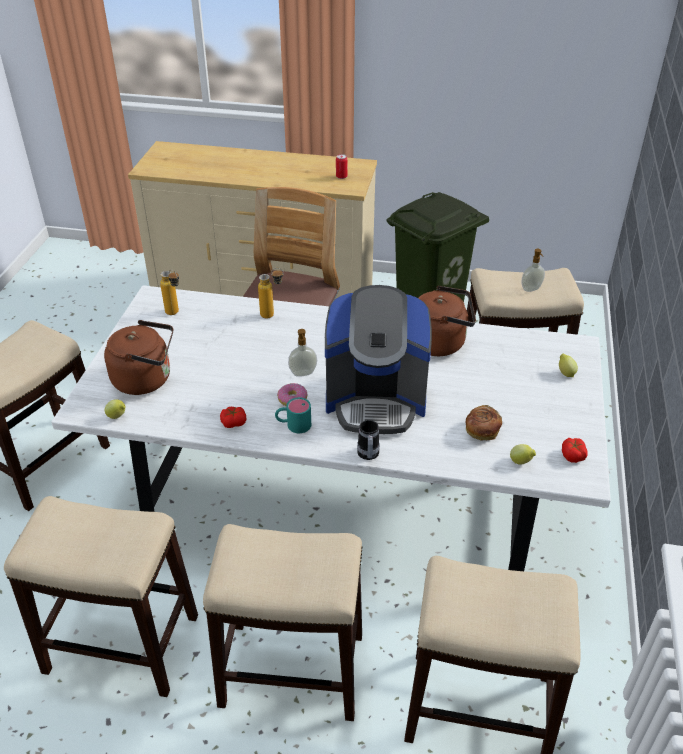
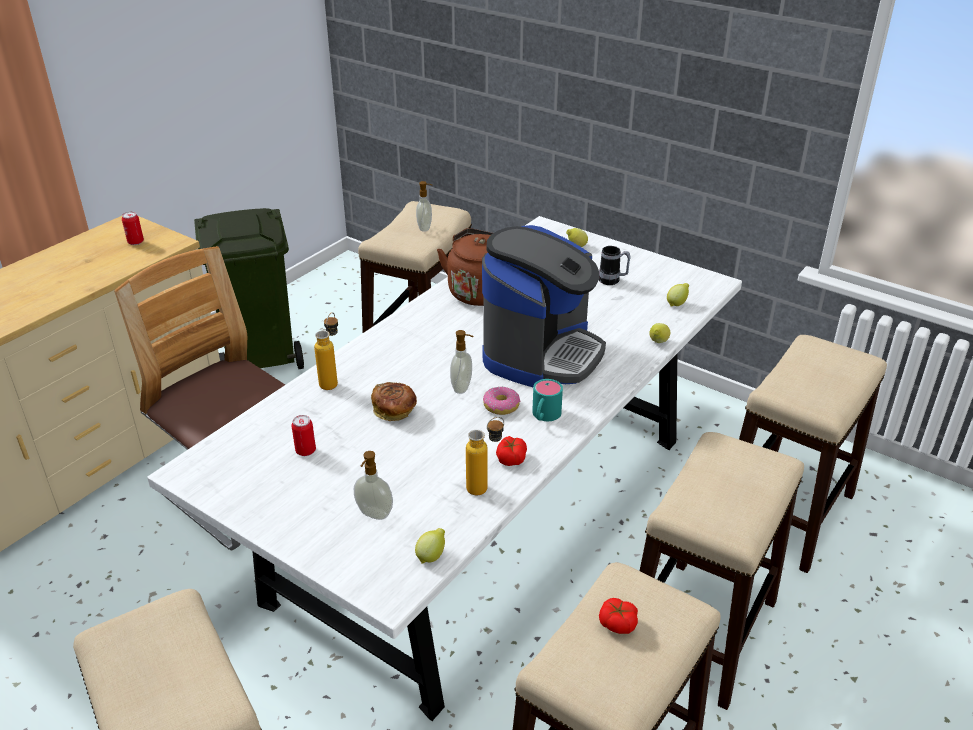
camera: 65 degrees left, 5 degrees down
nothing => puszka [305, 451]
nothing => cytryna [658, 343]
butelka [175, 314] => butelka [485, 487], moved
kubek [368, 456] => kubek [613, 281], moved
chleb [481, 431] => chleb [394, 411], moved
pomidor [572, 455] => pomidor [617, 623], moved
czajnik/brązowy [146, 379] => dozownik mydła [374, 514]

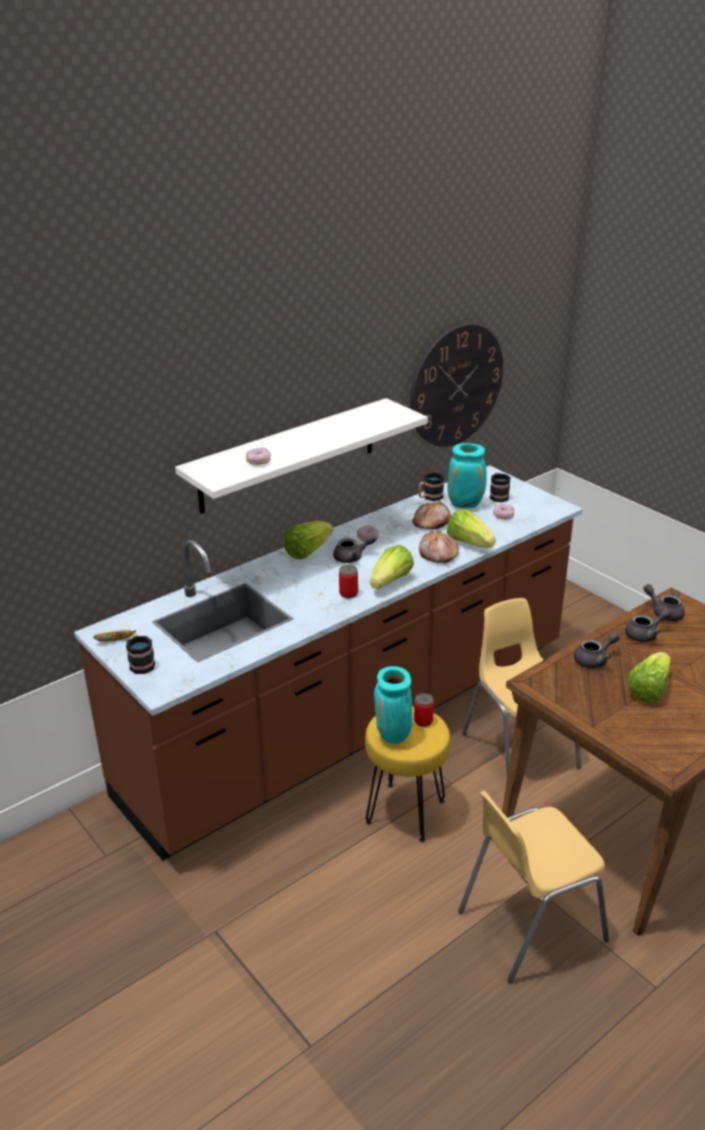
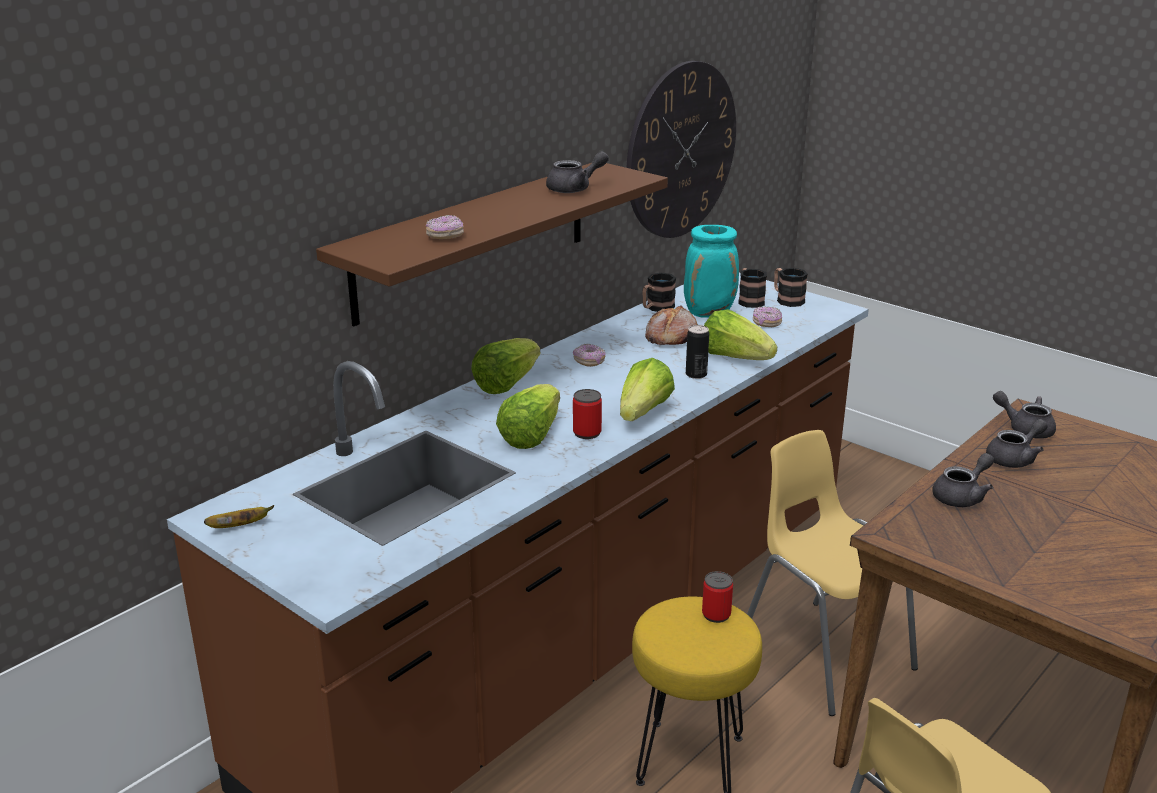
camera: 10 degrees left, 5 degrees down
wazon/turkusowy [394, 736] => nothing
kubek [141, 663] => kubek [786, 299], moved
imbryk/szary [352, 557] => imbryk/szary [575, 189], moved
sałata [648, 689] => sałata [531, 435], moved
chleb [437, 554] => puszka [696, 374]
półka/biały [288, 455] => półka/brązowy [473, 240]

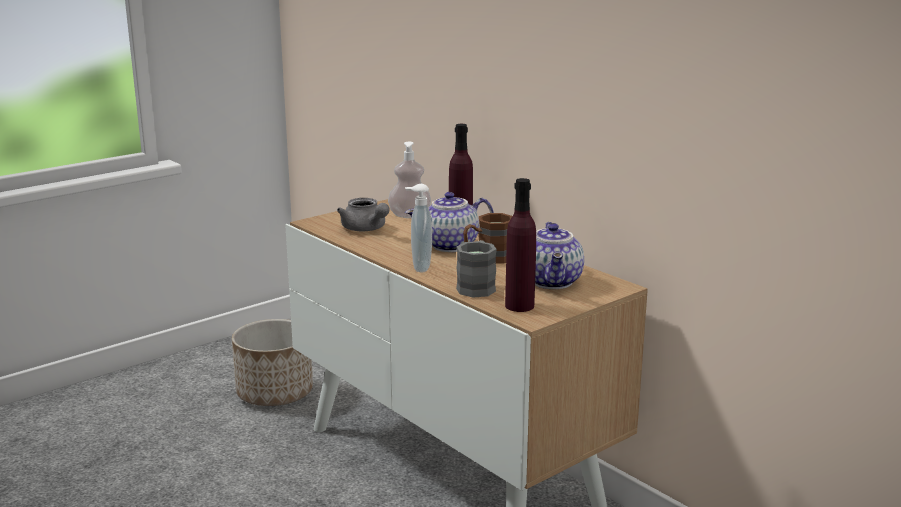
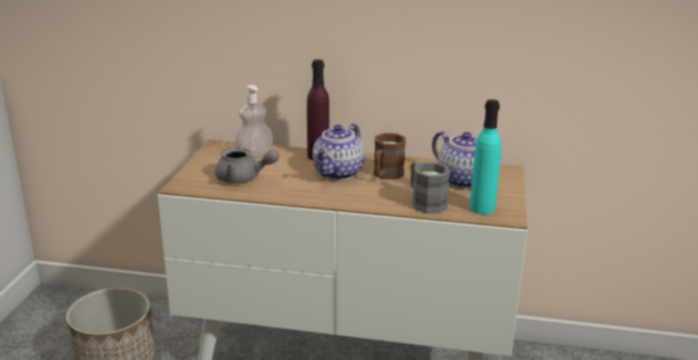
camera: 40 degrees left, 5 degrees up
dozownik mydła [419, 267] => nothing
butelka/fioletowy [519, 306] => butelka/turkusowy [482, 208]

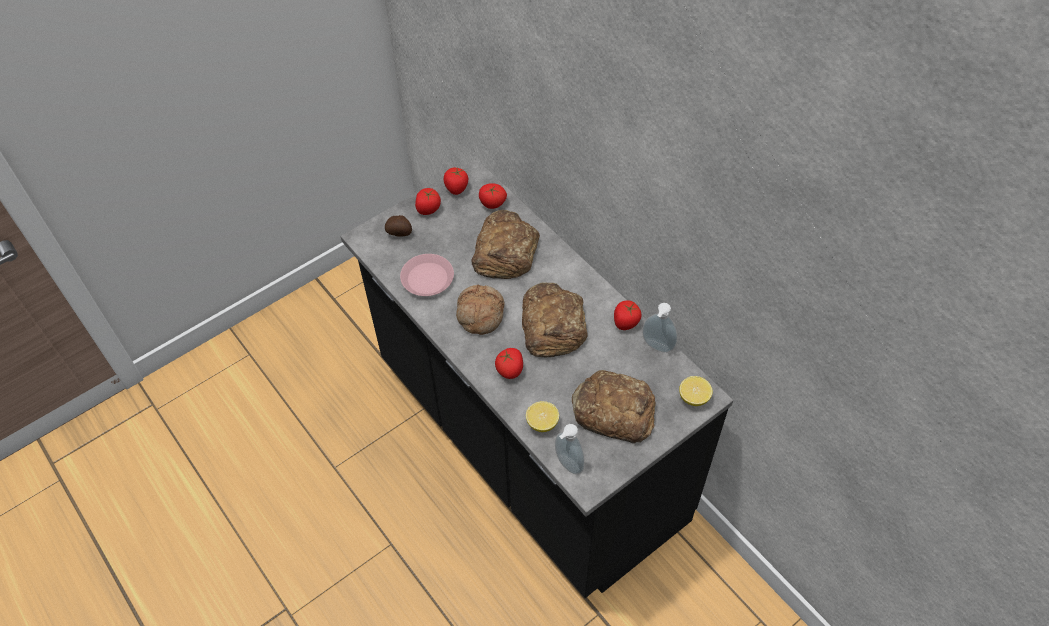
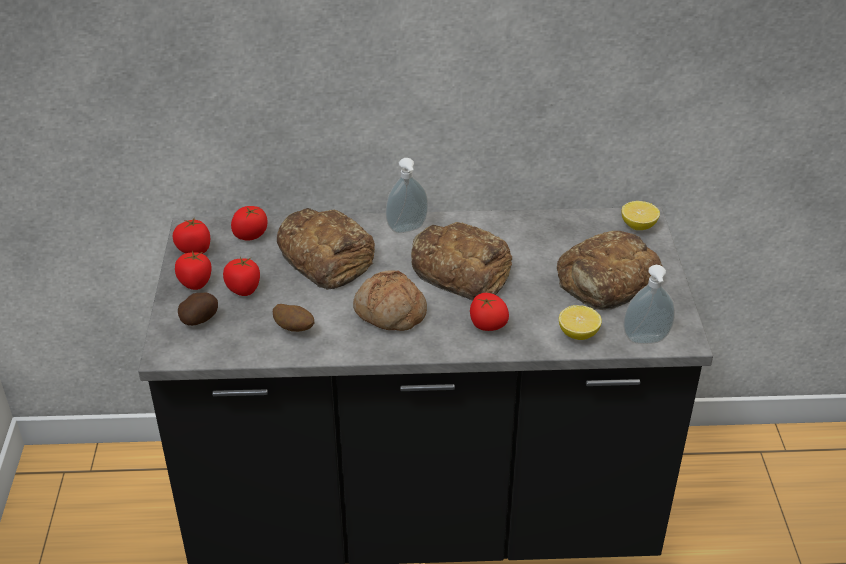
camera: 55 degrees left, 15 degrees down
pomidor [625, 322] => pomidor [243, 289], moved
dozownik mydła [656, 347] => dozownik mydła [408, 230], moved
talerz/różowy [427, 279] => ziemniak [294, 329]

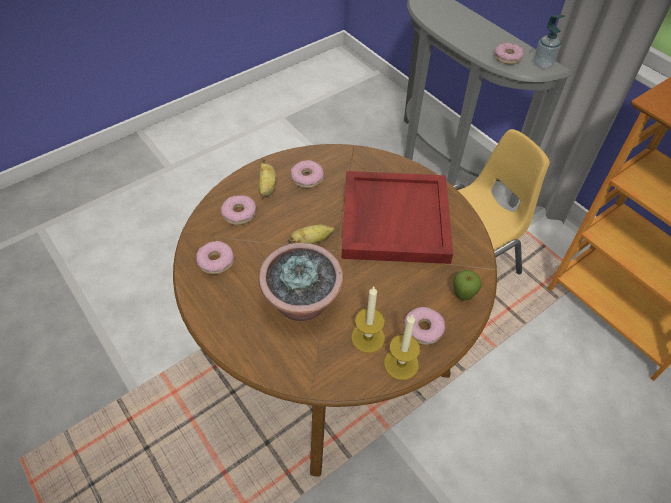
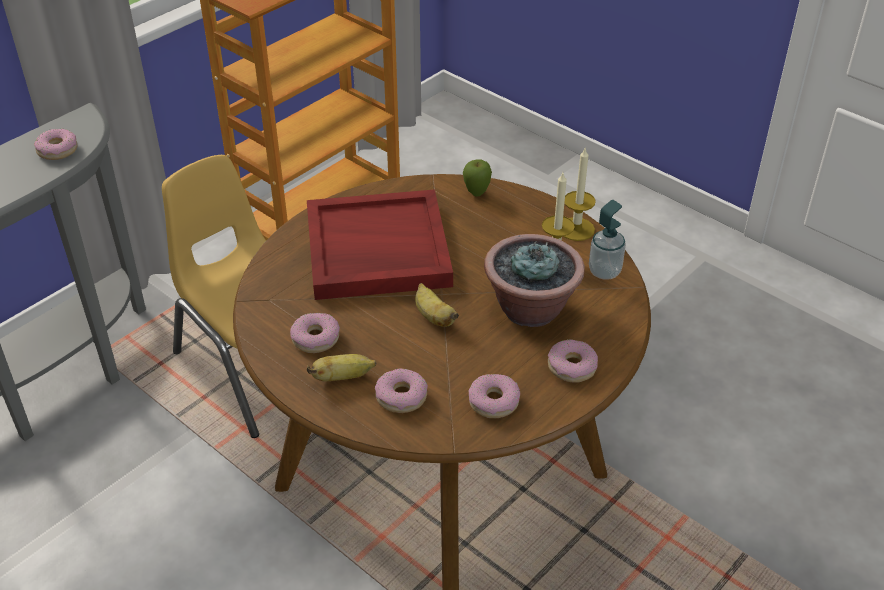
camera: 100 degrees left, 10 degrees down
donut [423, 329] => donut [571, 367], moved
dozownik mydła [542, 64] => dozownik mydła [604, 271], moved

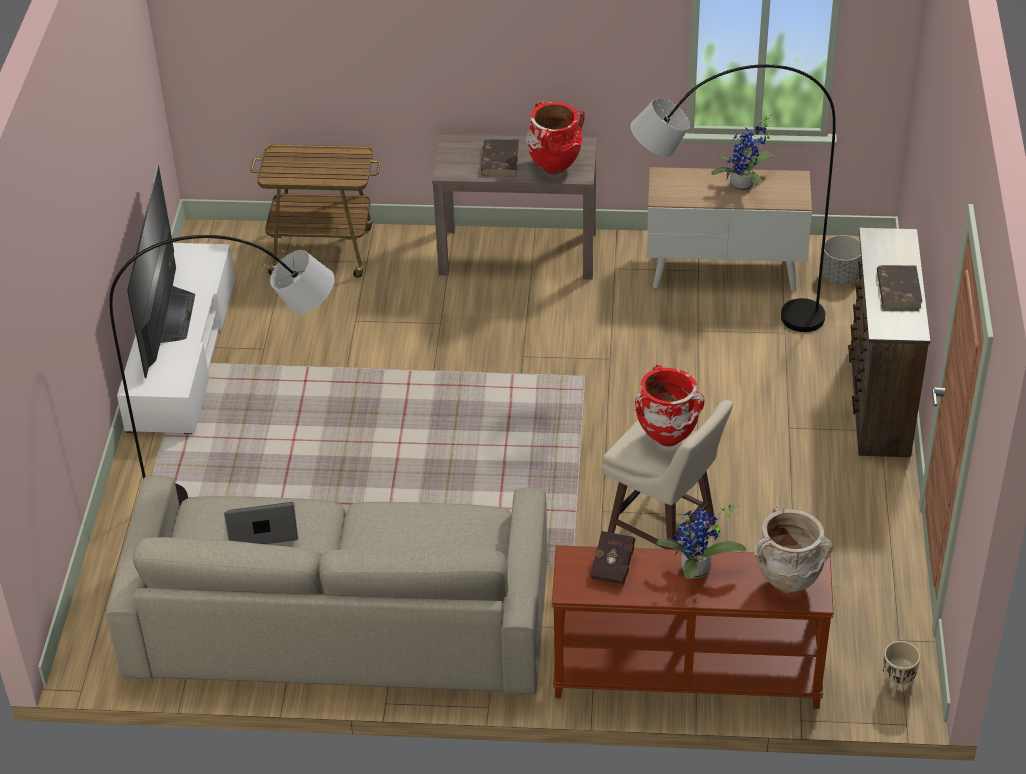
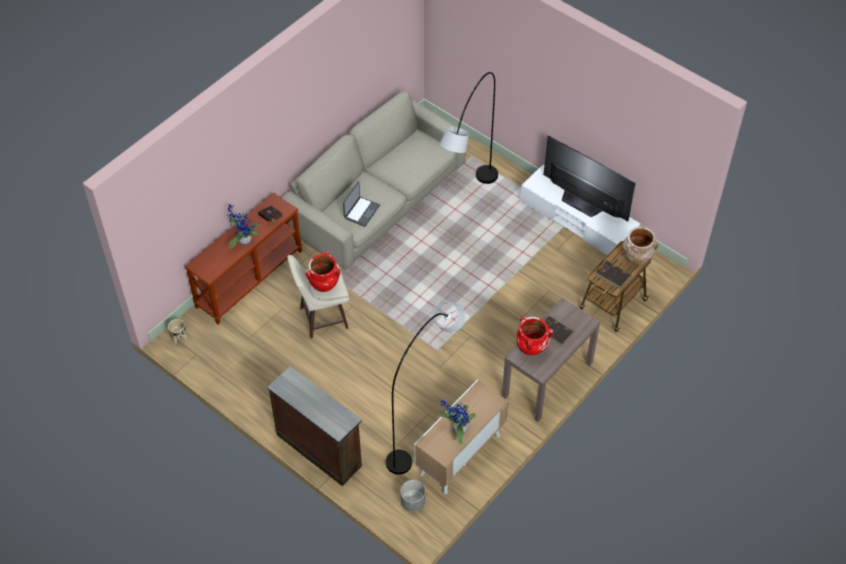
camera: 125 degrees right, 10 degrees up
laptop [262, 529] => laptop [361, 211], moved
wazon/beżowy [786, 584] => wazon/beżowy [636, 259], moved
książka/brązowy [898, 289] => książka/brązowy [613, 276], moved

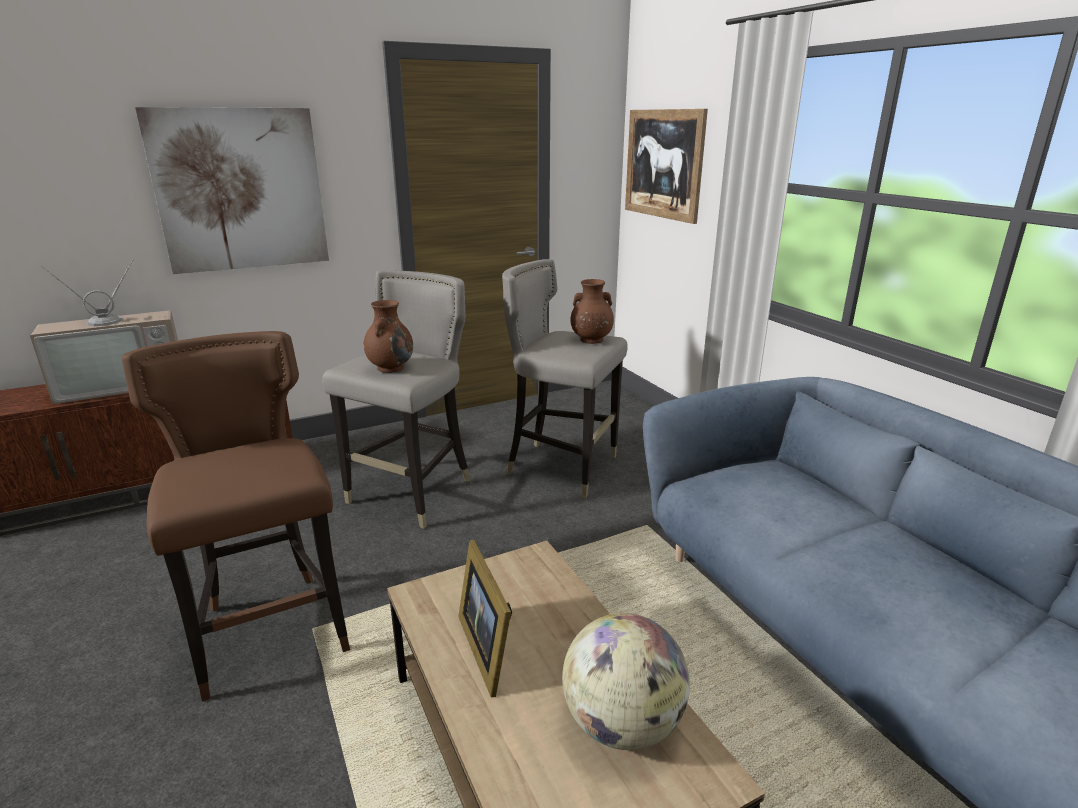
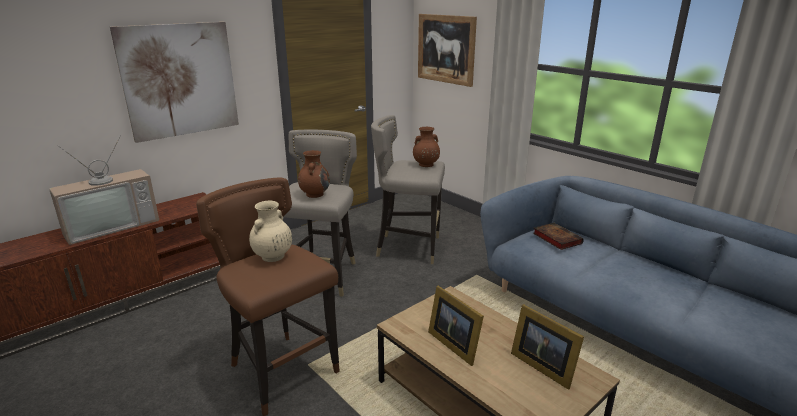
camera: 15 degrees left, 0 degrees up
nothing => wazon/beżowy [272, 257]
nothing => książka [555, 238]
globus [622, 724] => ramka na zdjęcie [542, 365]

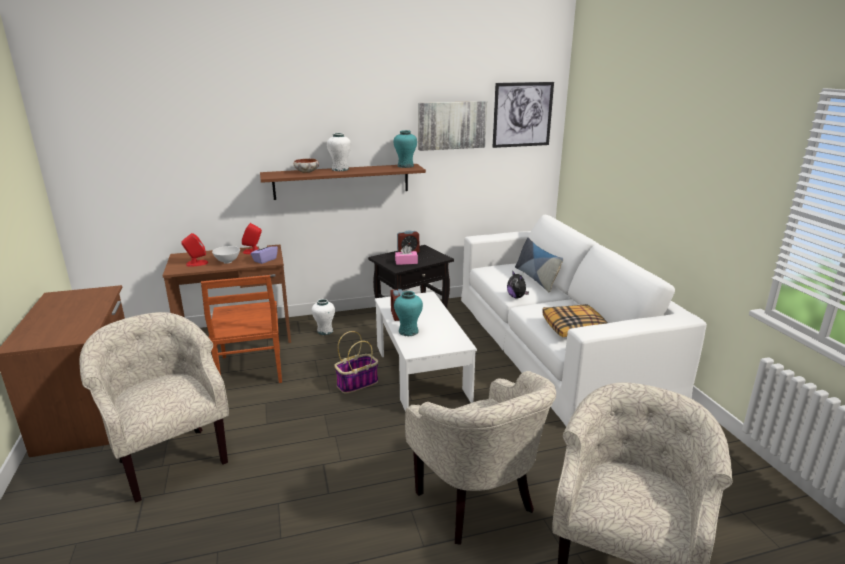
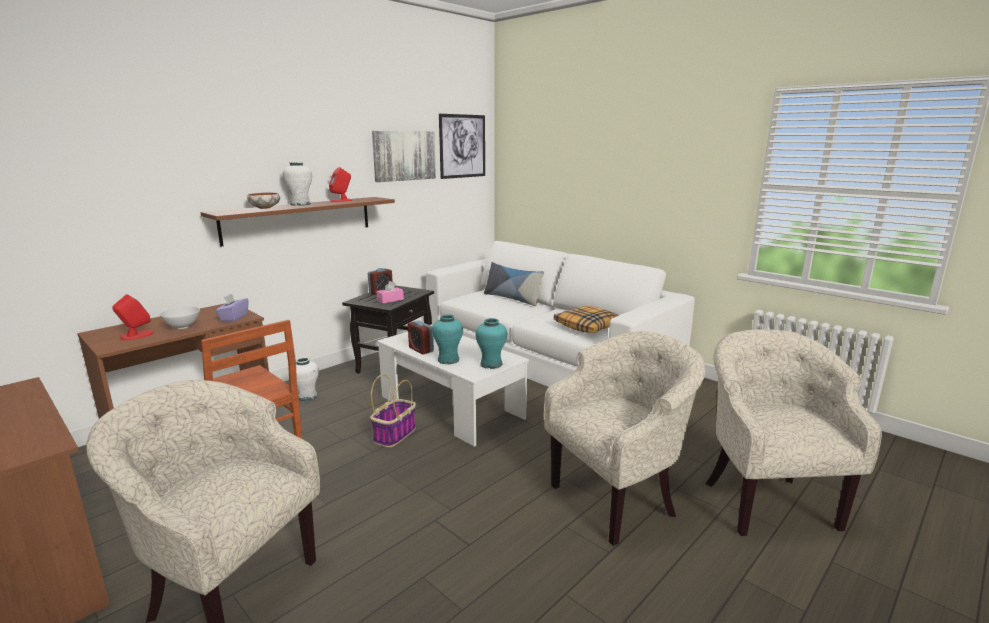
camera: 30 degrees left, 5 degrees down
pluszak [517, 297] => nothing
głośnik/czerwony [253, 251] => głośnik/czerwony [341, 200], moved
wazon/turkusowy [405, 166] => wazon/turkusowy [491, 364], moved
fotel/beżowy [478, 505] => fotel/beżowy [618, 499], 60 degrees counterclockwise

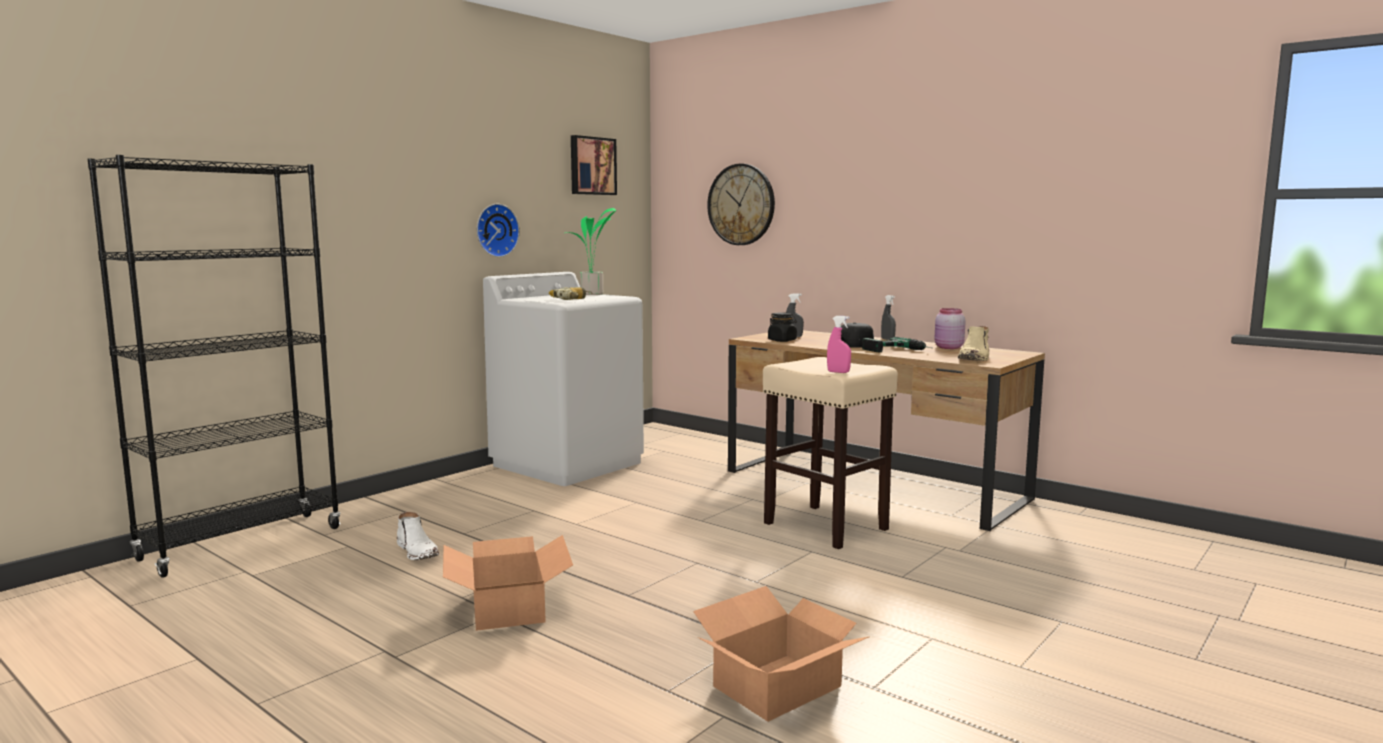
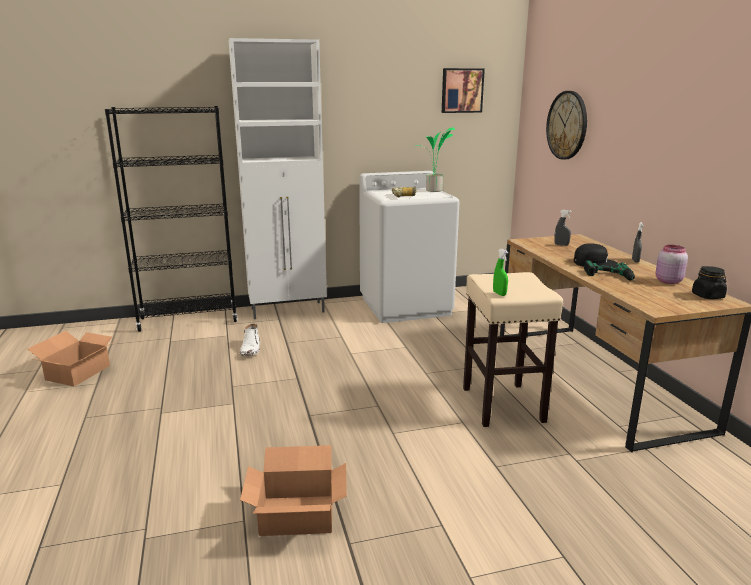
camera: 35 degrees right, 10 degrees up
zegar ścienny [495, 230] => nothing
but z cholewką/beżowy [975, 358] => nothing
nothing => szafka/biały [289, 310]
karton [507, 608] => karton [77, 373], moved
słoik/czarny [782, 340] => słoik/czarny [708, 296], moved
spryskiwacz/różowy [838, 372] => spryskiwacz/zielony [499, 294]

